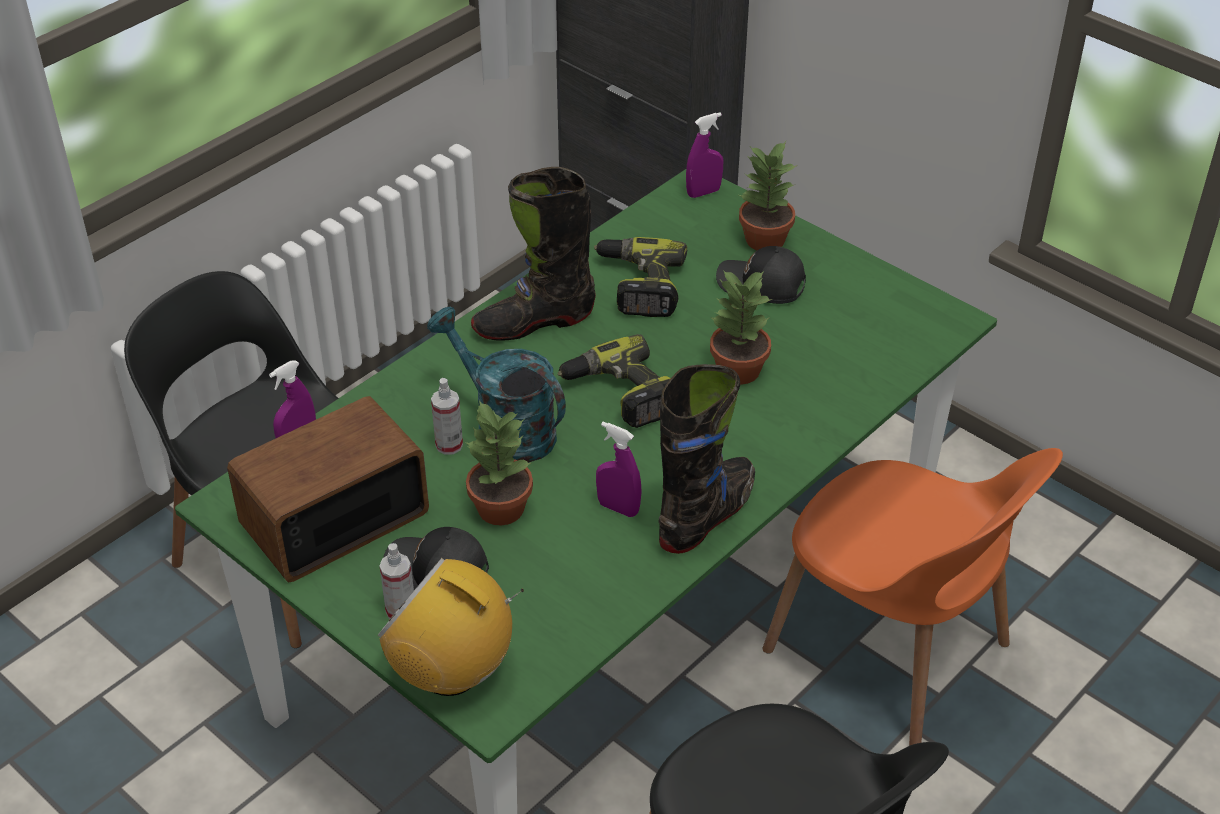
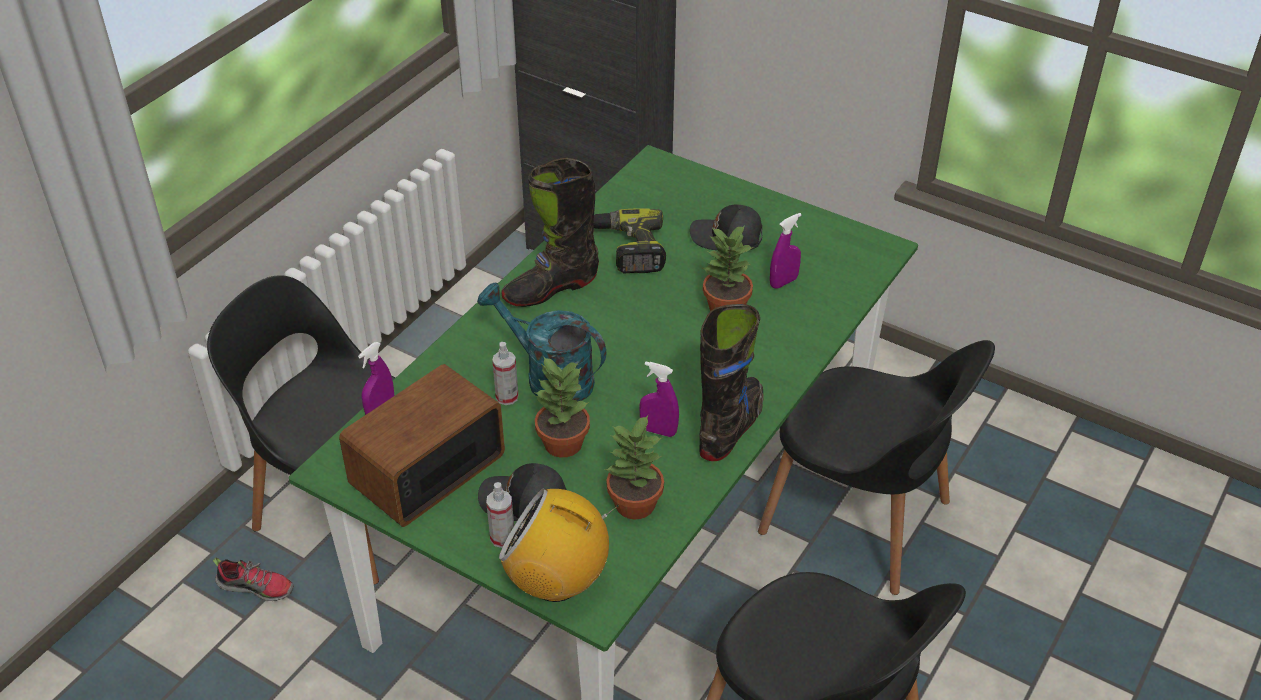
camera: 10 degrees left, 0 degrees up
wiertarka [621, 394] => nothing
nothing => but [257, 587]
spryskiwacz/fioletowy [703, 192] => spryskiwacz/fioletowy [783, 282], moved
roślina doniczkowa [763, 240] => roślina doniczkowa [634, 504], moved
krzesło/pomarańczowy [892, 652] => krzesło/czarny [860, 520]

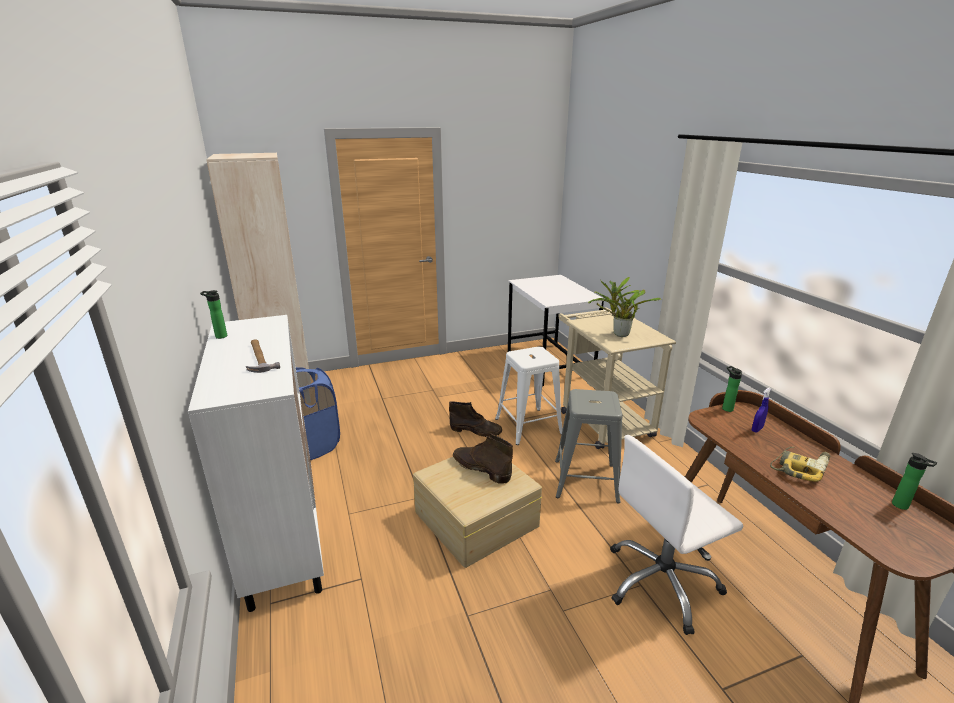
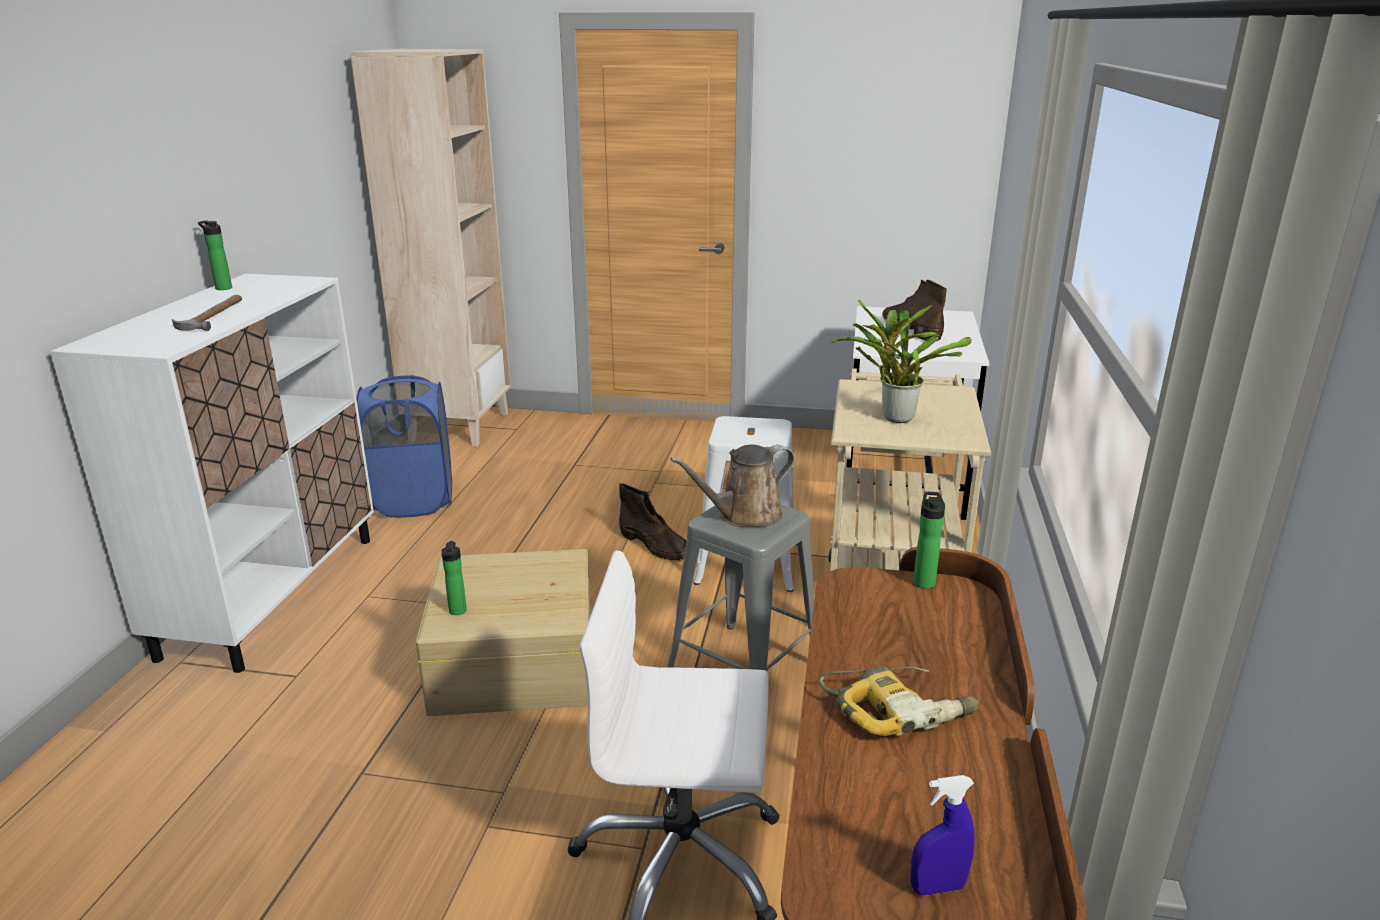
camera: 30 degrees right, 0 degrees up
nothing => konewka/brązowy [744, 515]
but z cholewką/brązowy [481, 468] => but z cholewką/brązowy [910, 329], moved
spryskiwacz/niebieski [757, 429] => spryskiwacz/niebieski [937, 887], moved
butelka [902, 506] => butelka [457, 612], moved

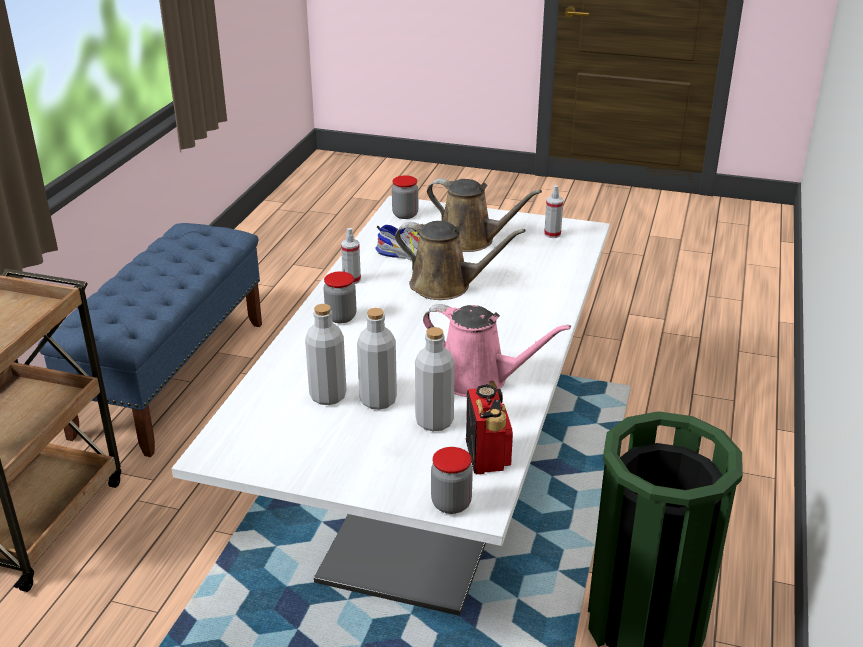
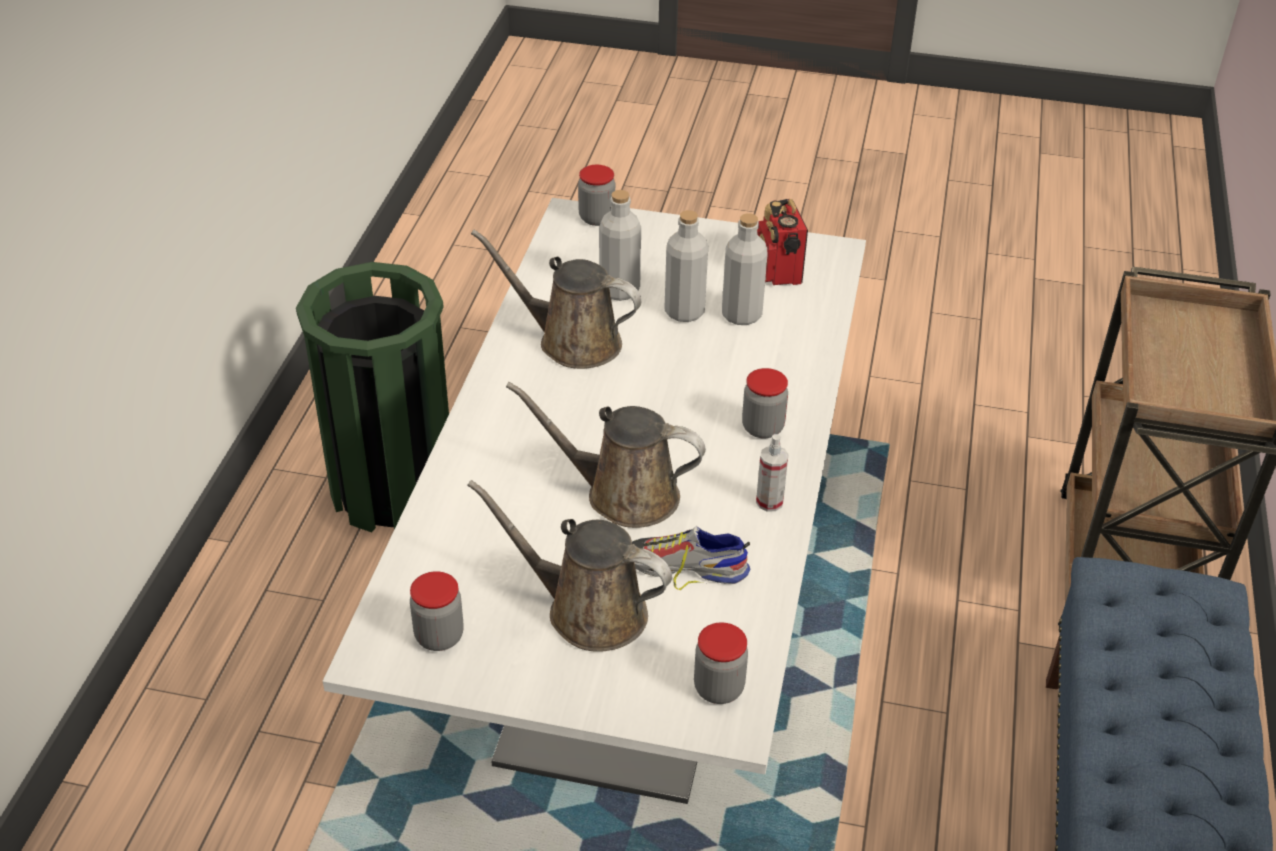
camera: 175 degrees right, 10 degrees up
radio [487, 455] => radio [778, 271], moved
spryskiwacz [552, 234] => słoik [439, 636]
konewka/różowy [479, 379] => konewka/brązowy [572, 341]

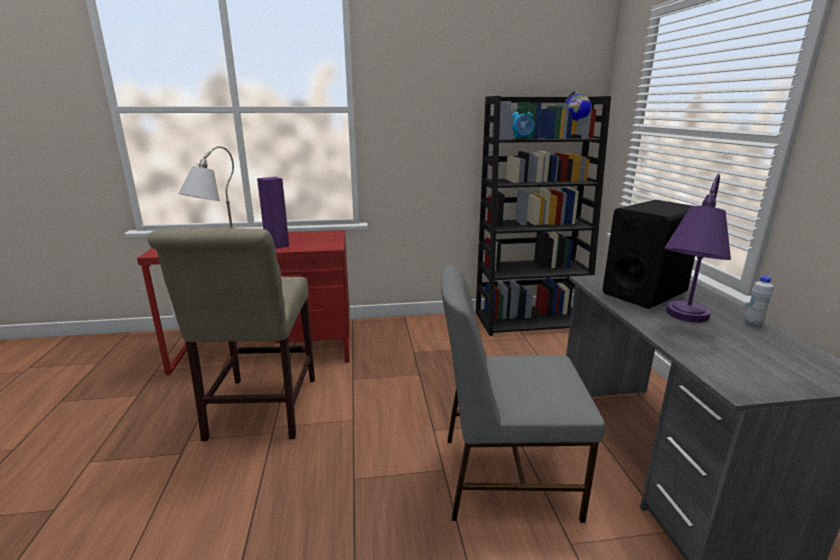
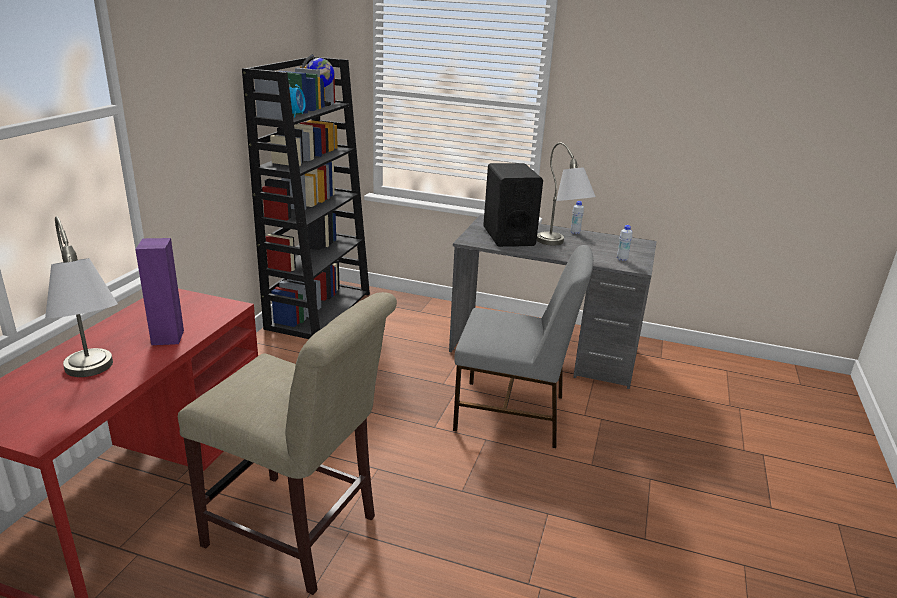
camera: 65 degrees left, 5 degrees up
nothing => butelka/biały [622, 259]
lampa stołowa/fioletowy [681, 323] => lampa stołowa/szary [560, 247]
krzesło/szary [505, 475] => krzesło/szary [512, 414], 105 degrees counterclockwise

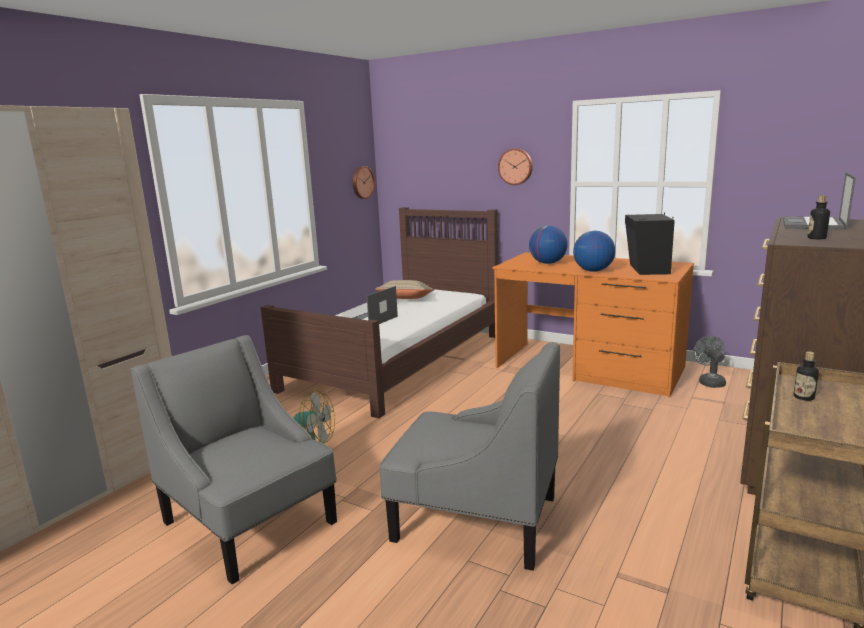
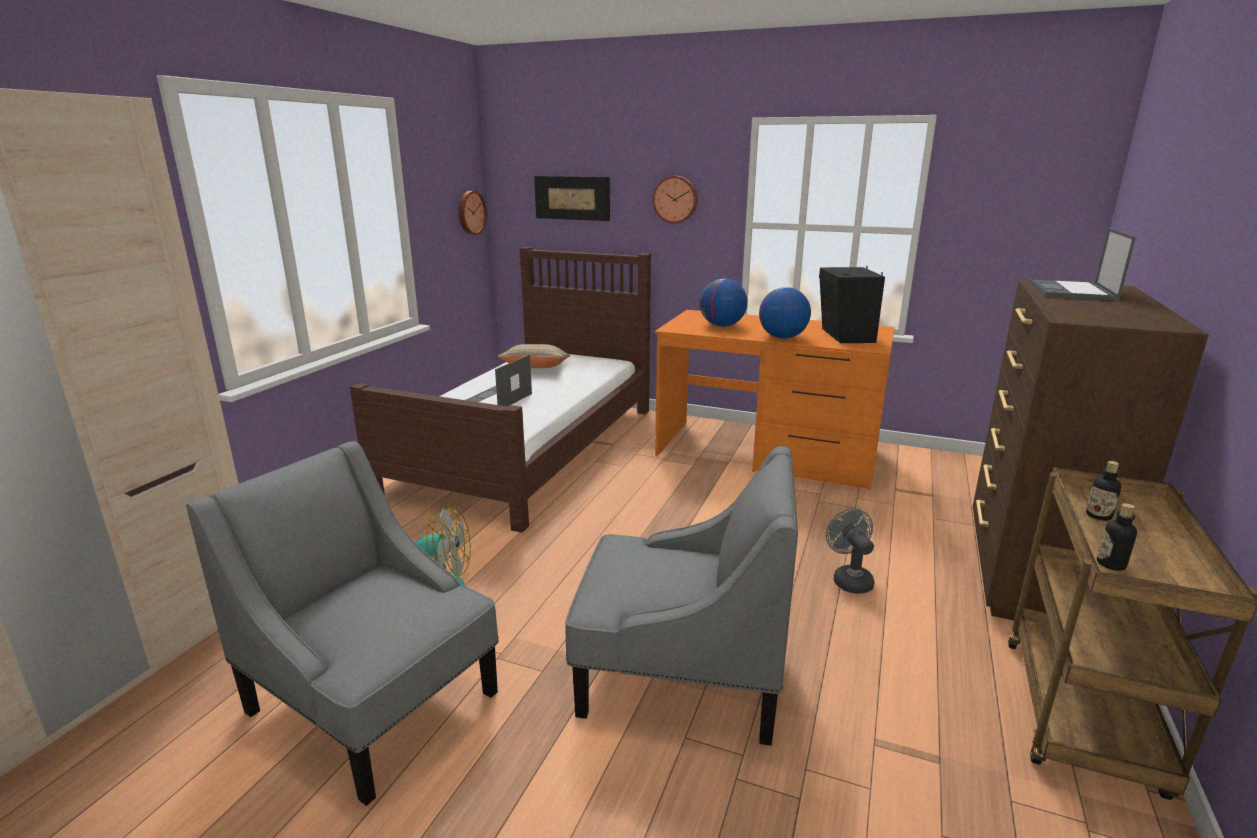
camera: 10 degrees left, 5 degrees up
nothing => obraz [572, 198]
wentylator/szary [709, 381] => wentylator/szary [849, 579], moved
butelka [816, 238] => butelka [1111, 564], moved

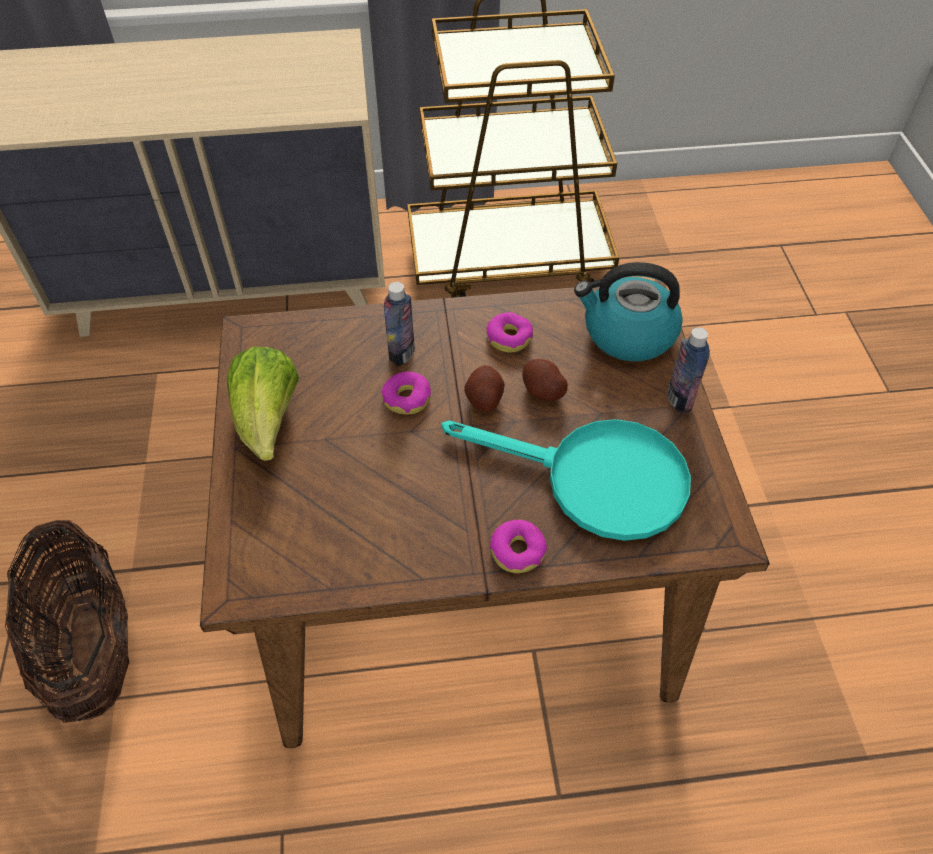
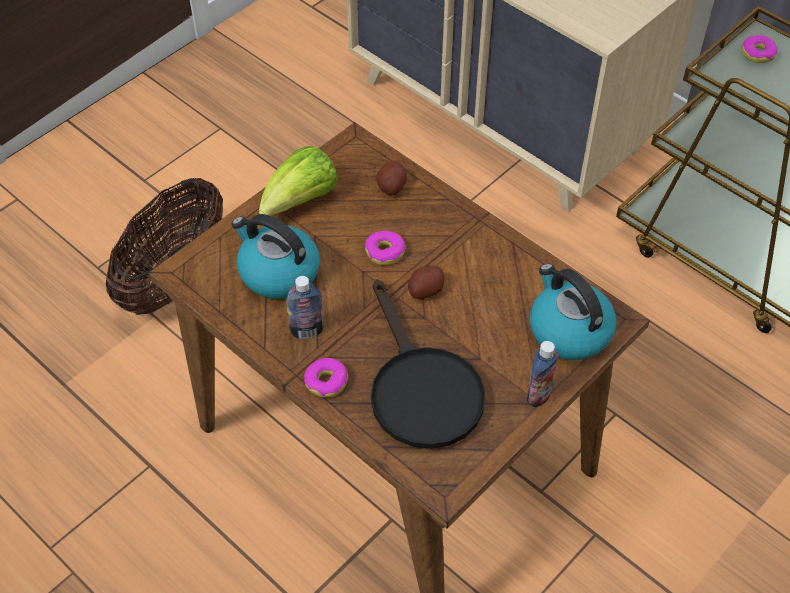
camera: 50 degrees right, 0 degrees up
nothing => czajnik [277, 272]
butelka [402, 354] => butelka [307, 331], moved
donut [509, 338] => donut [758, 54], moved
ziemniak [543, 390] => ziemniak [391, 186], moved
patelnia/turkusowy [595, 479] => patelnia/czarny [420, 388]

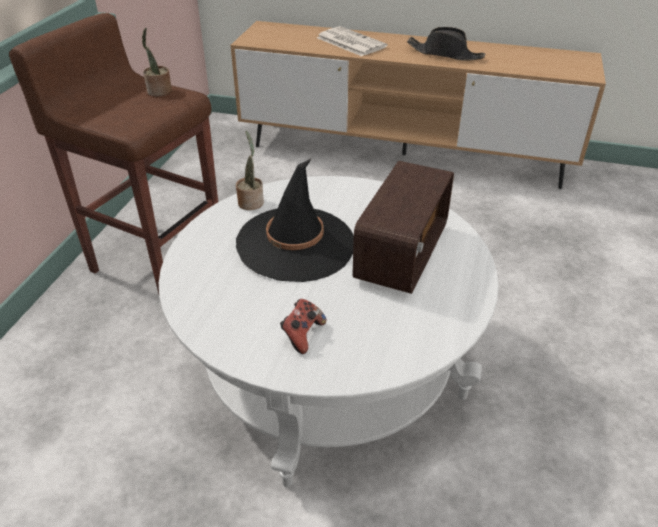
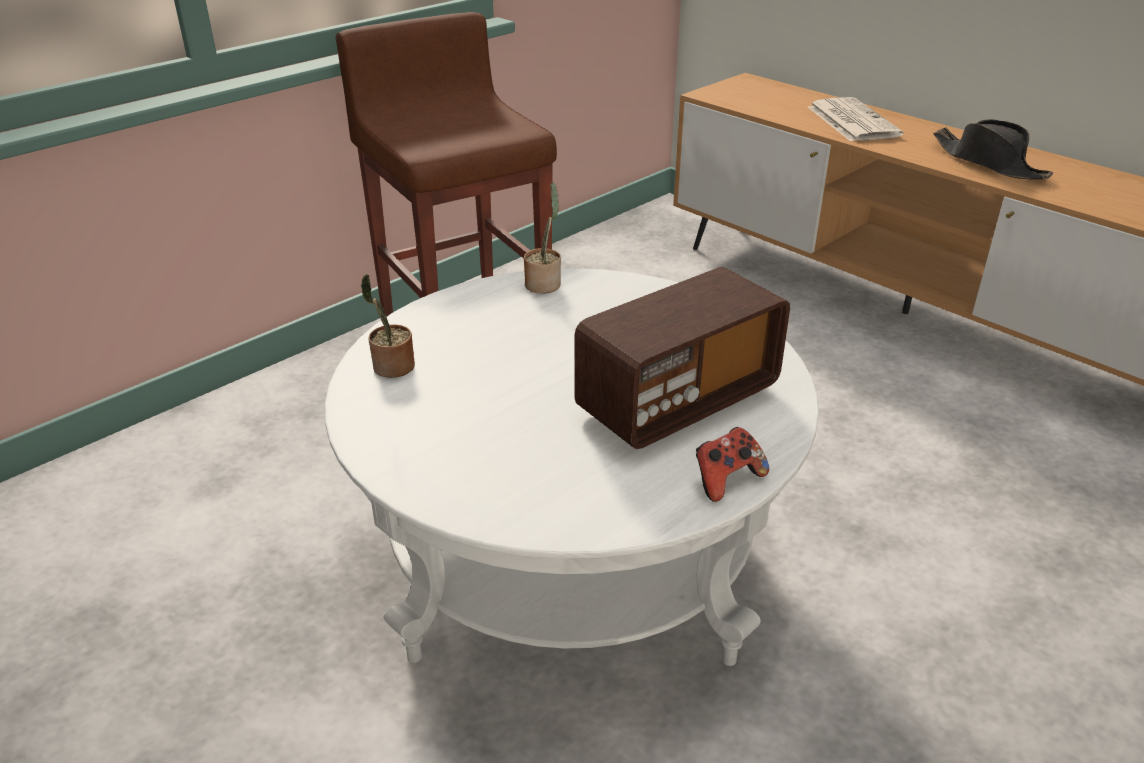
camera: 30 degrees right, 5 degrees down
kapelusz/czarny [296, 244] => nothing
roślina doniczkowa [159, 92] => roślina doniczkowa [391, 368], moved
pad do gier [302, 335] => pad do gier [726, 479], moved

